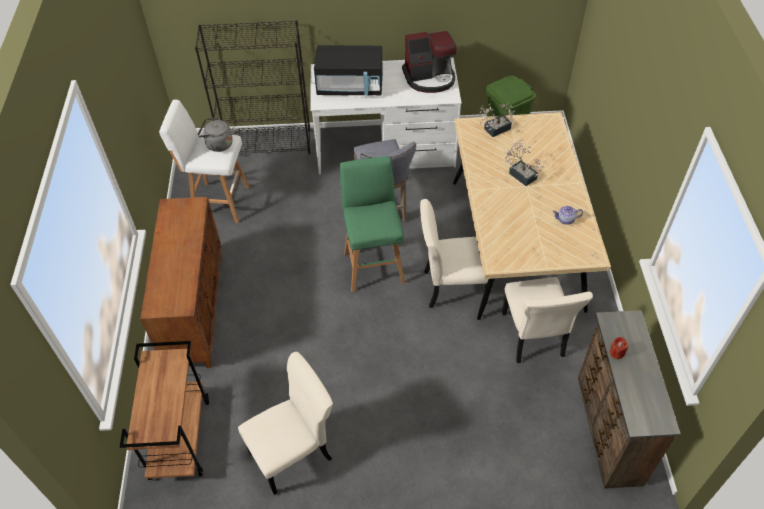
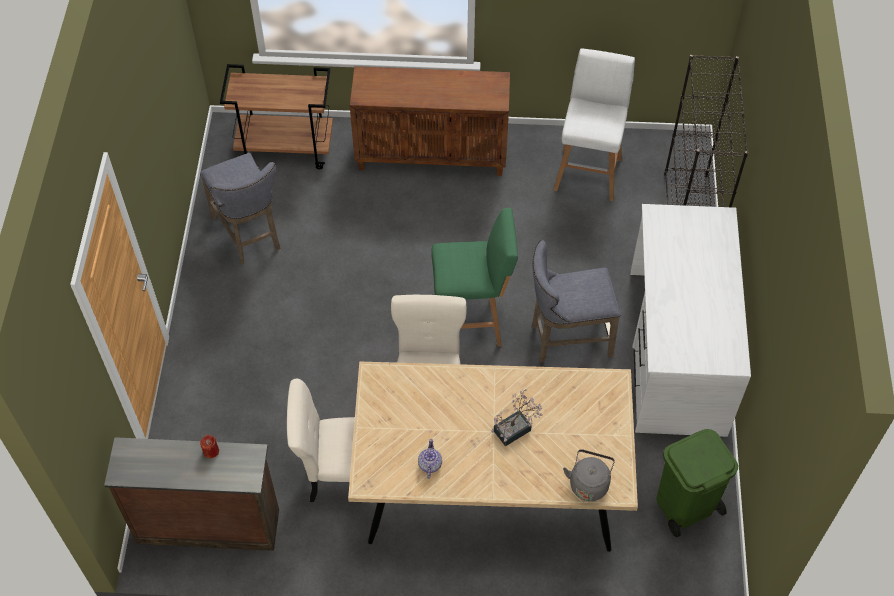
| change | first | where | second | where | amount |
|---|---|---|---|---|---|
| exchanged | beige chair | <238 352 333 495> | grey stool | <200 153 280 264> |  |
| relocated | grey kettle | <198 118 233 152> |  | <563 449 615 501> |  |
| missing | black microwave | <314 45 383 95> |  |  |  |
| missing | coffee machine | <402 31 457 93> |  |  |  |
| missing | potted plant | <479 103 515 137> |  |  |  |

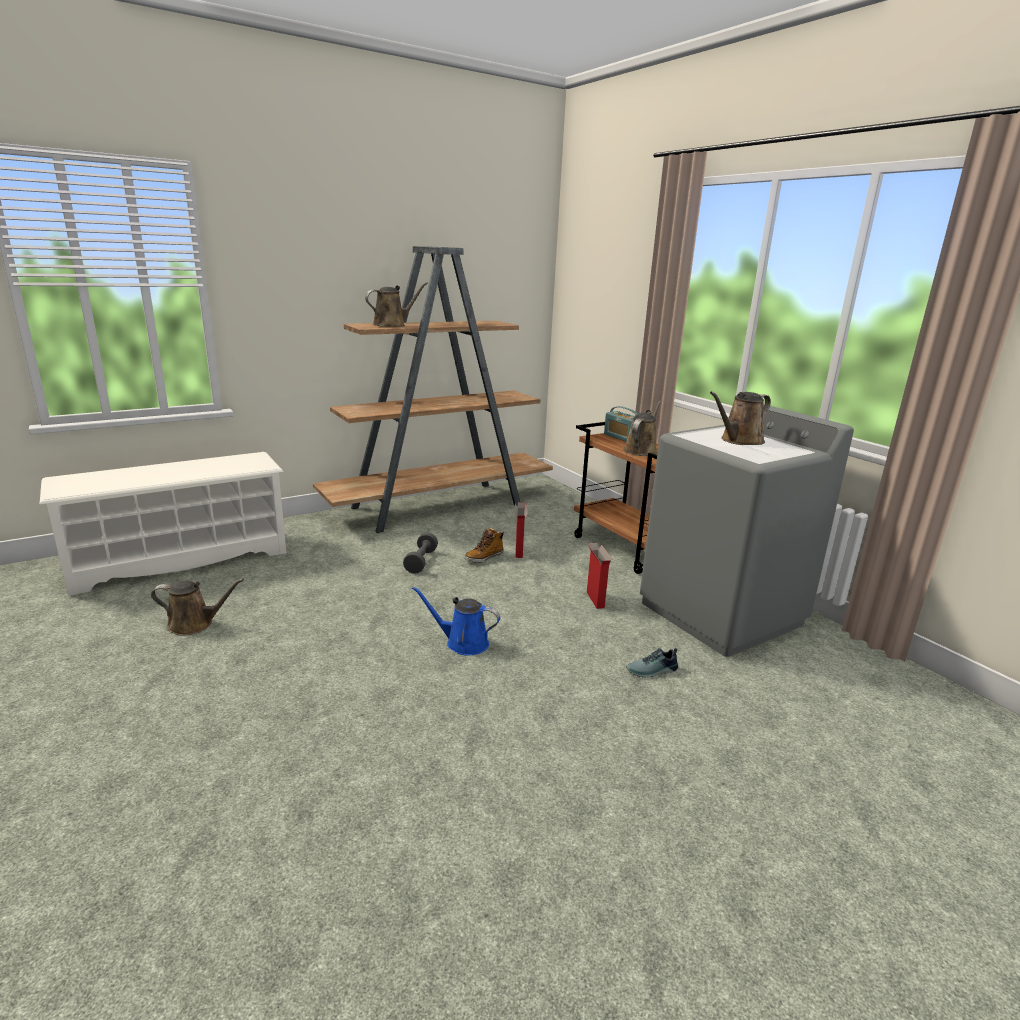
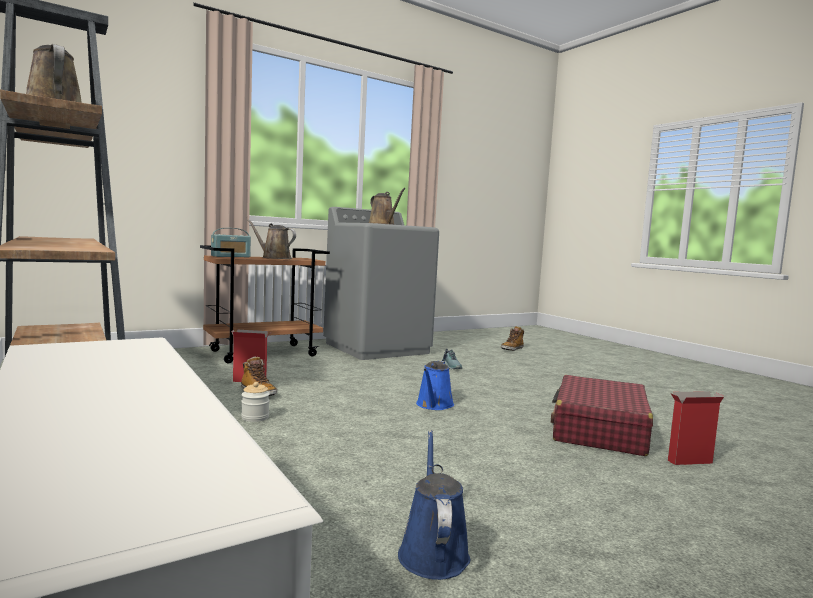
| change | first | where | second | where | amount |
|---|---|---|---|---|---|
| exchanged | grey dumbbell | <403 532 438 574> | jar | <241 382 270 422> |  |
| colour | brown watering can | <151 579 244 636> | blue watering can | <398 430 470 580> |  |
| appeared |  |  | boot | <501 326 524 351> |  |
| appeared |  |  | red suitcase | <551 375 653 456> |  |
| relocated | cardboard box | <587 543 612 609> |  | <668 391 724 465> |  |

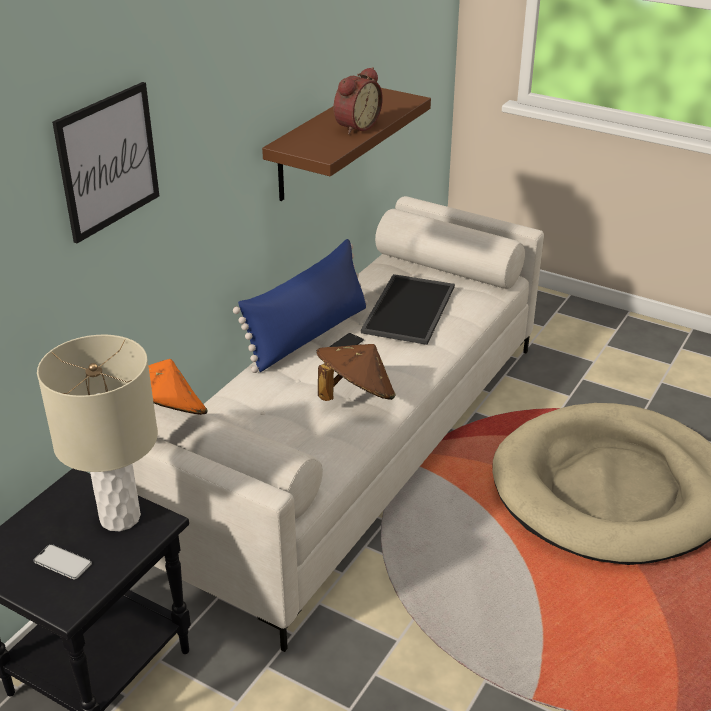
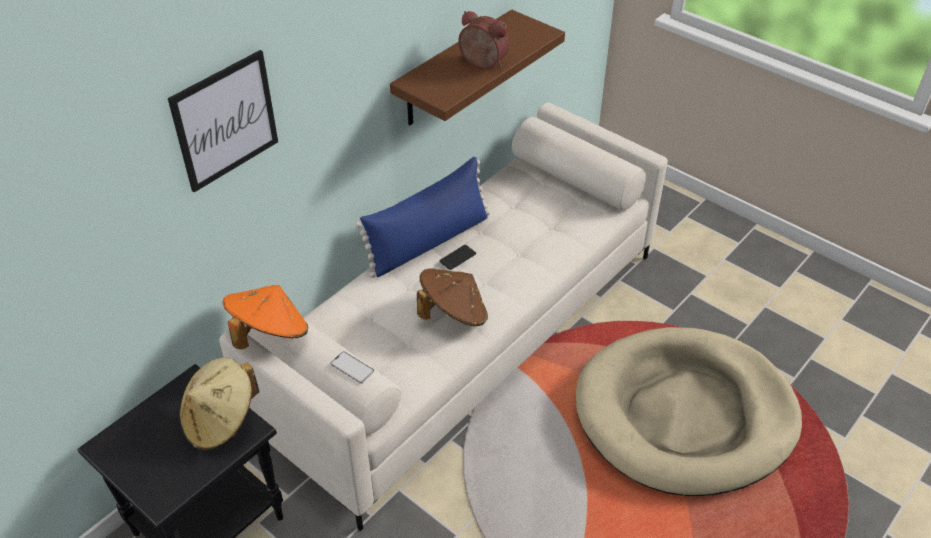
| change | first | where | second | where | amount |
|---|---|---|---|---|---|
| exchanged | beige table lamp | <37 335 158 531> | beige hat | <180 358 259 451> |  |
| relocated | phone | <33 544 92 580> |  | <330 352 374 384> |  |
| spun | alarm clock | <334 67 383 135> |  | <458 11 510 69> | 105 degrees counterclockwise |
| missing | tray | <361 274 455 345> |  |  |  |

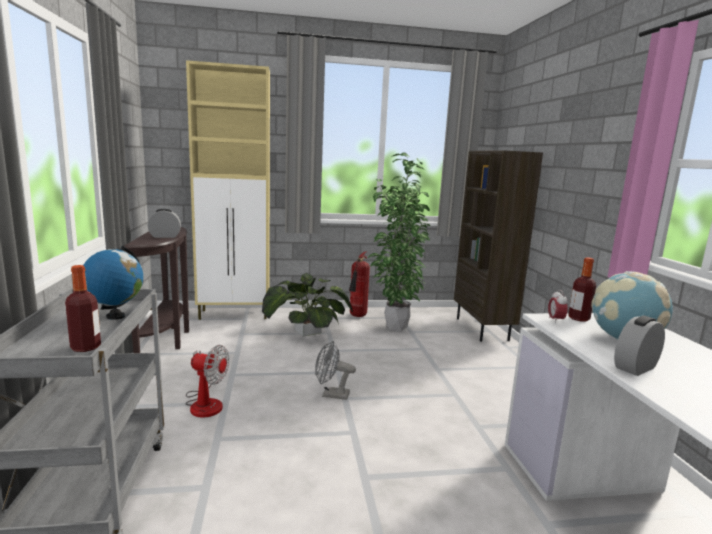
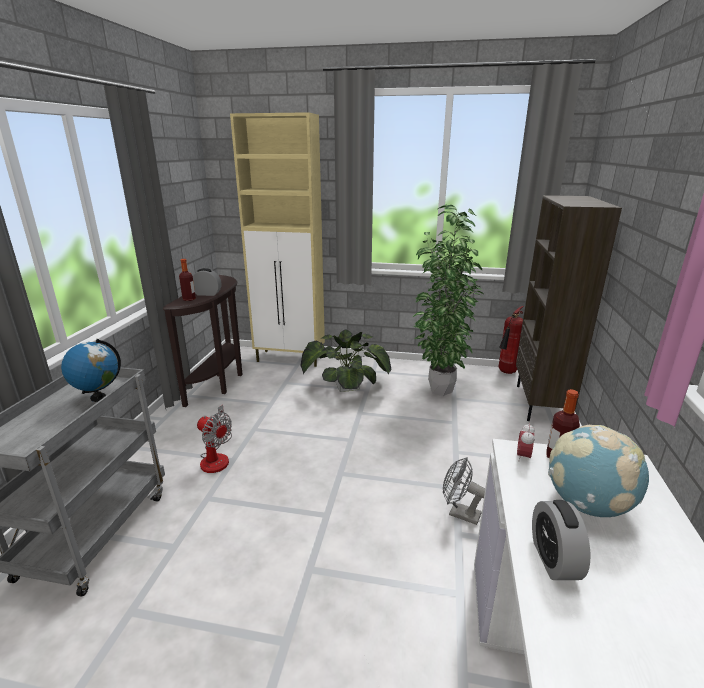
| change | first | where | second | where | amount |
|---|---|---|---|---|---|
| relocated | bottle | <65 265 101 352> |  | <179 259 196 301> |  |
| relocated | grey fan | <315 341 356 400> |  | <443 457 485 525> |  |
| relocated | fire extinguisher | <349 251 370 317> |  | <499 306 524 374> |  |
| spun | alarm clock | <614 316 665 376> |  | <532 500 590 580> | 75 degrees counterclockwise |

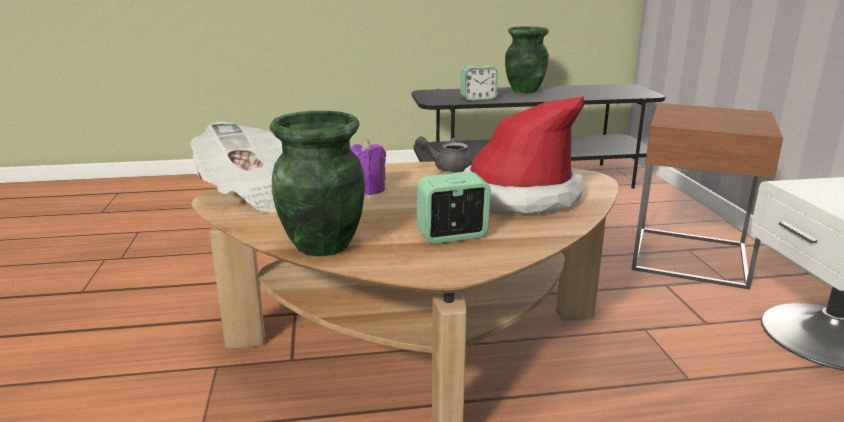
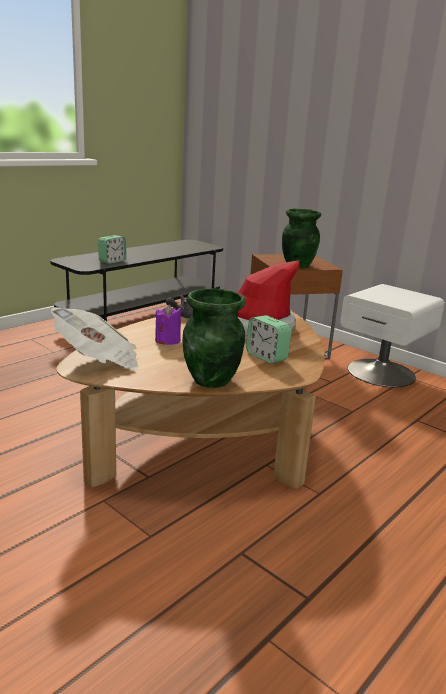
| change | first | where | second | where | amount |
|---|---|---|---|---|---|
| spun | alarm clock | <417 172 491 244> |  | <246 315 292 364> | 75 degrees counterclockwise |
| relocated | green vase | <505 26 549 93> |  | <282 209 321 268> |  |

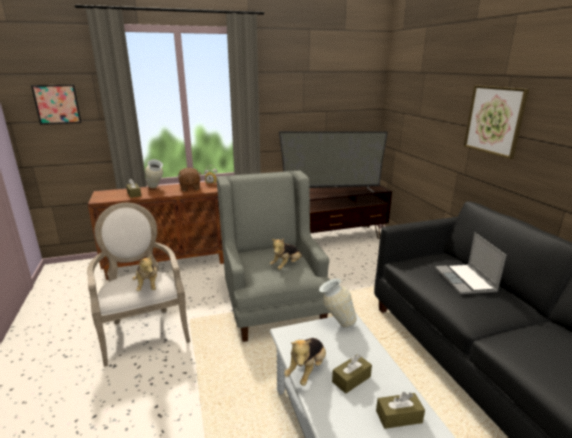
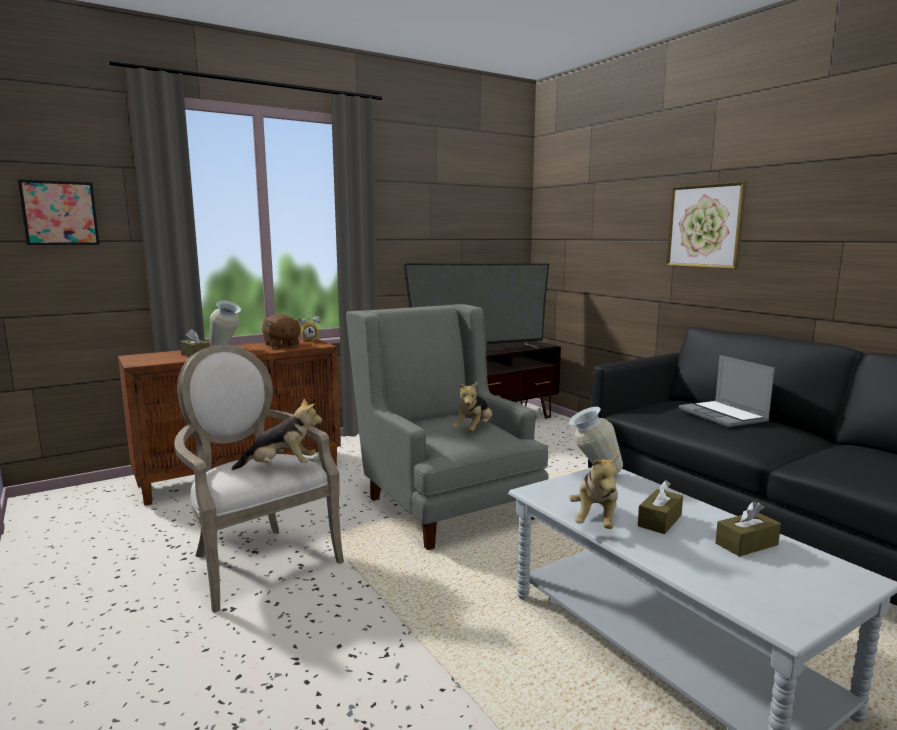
| change | first | where | second | where | amount |
|---|---|---|---|---|---|
| spun | plush toy | <132 254 157 292> |  | <231 398 322 470> | 60 degrees counterclockwise |

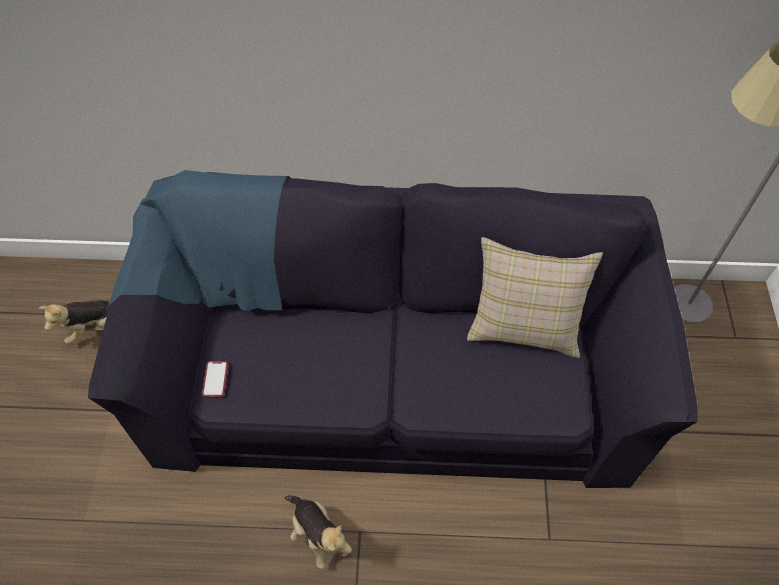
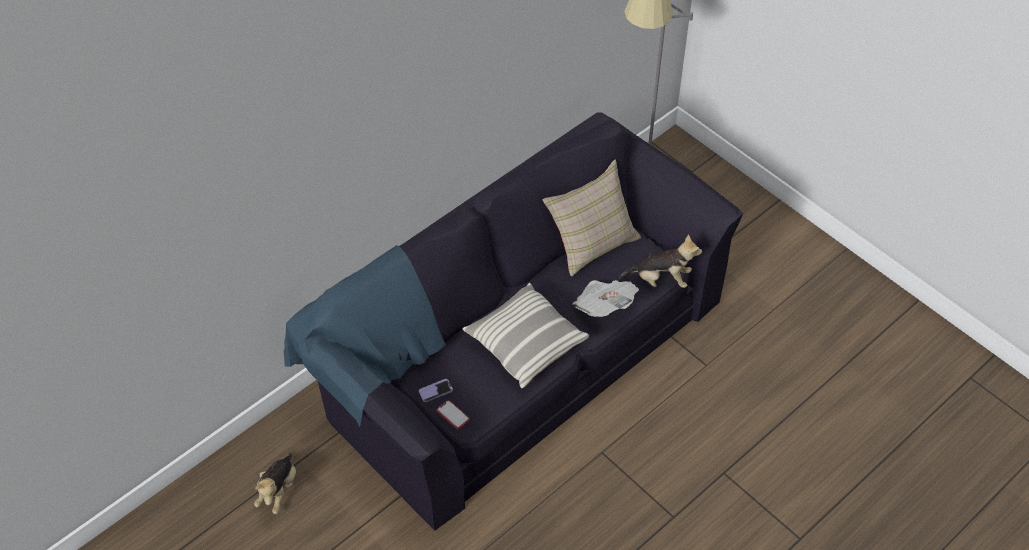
| change | first | where | second | where | amount |
|---|---|---|---|---|---|
| appeared |  |  | phone | <419 379 453 402> |  |
| appeared |  |  | pillow | <463 283 589 388> |  |
| appeared |  |  | newspaper | <572 280 639 317> |  |
| relocated | plush toy | <285 496 352 569> |  | <619 234 702 288> |  |

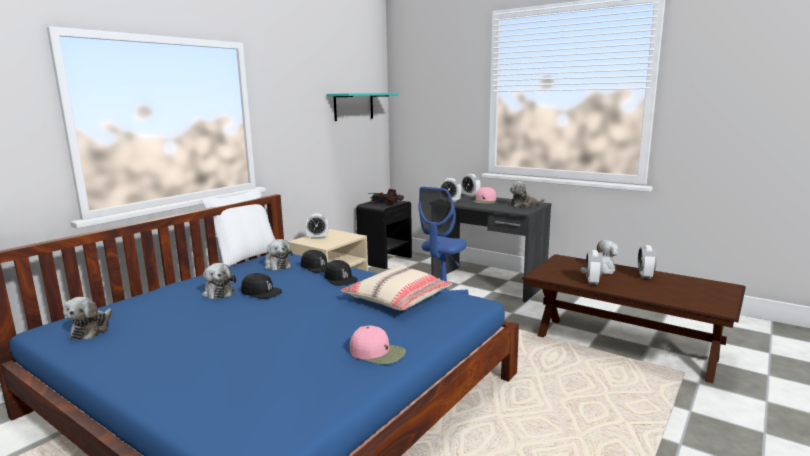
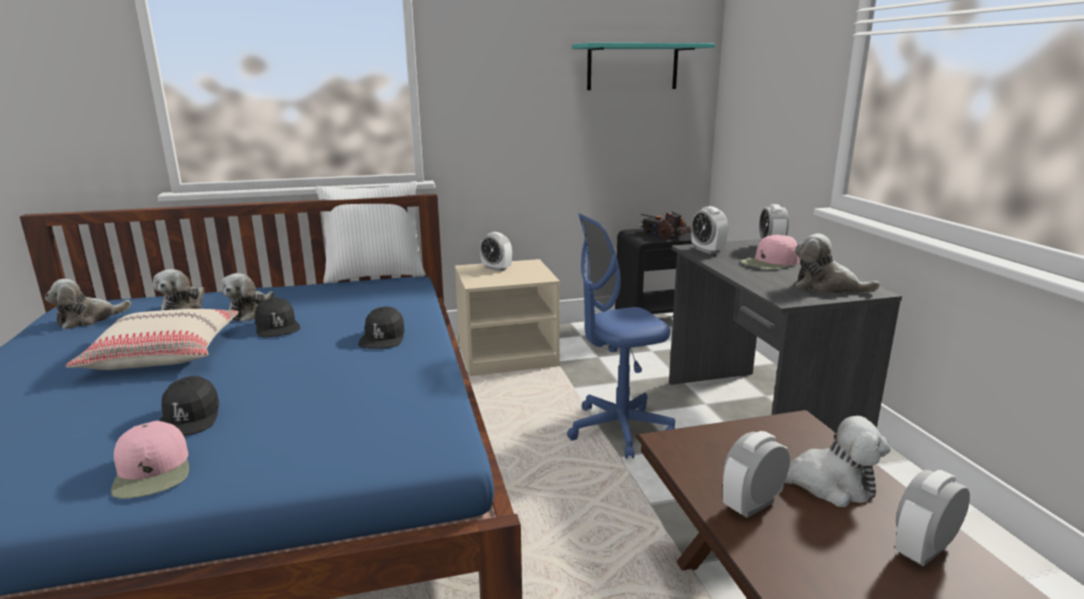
| change | first | where | second | where | amount |
|---|---|---|---|---|---|
| relocated | beige pillow | <341 267 452 311> |  | <65 309 239 370> |  |
| relocated | plush toy | <265 239 293 270> |  | <153 269 204 310> |  |
| relocated | black cap | <301 250 327 273> |  | <159 376 219 436> |  |

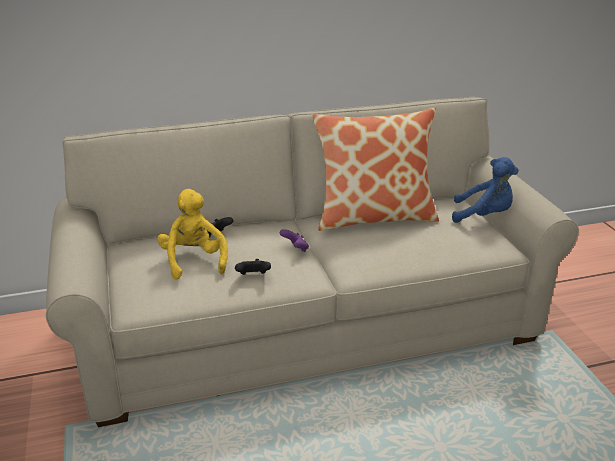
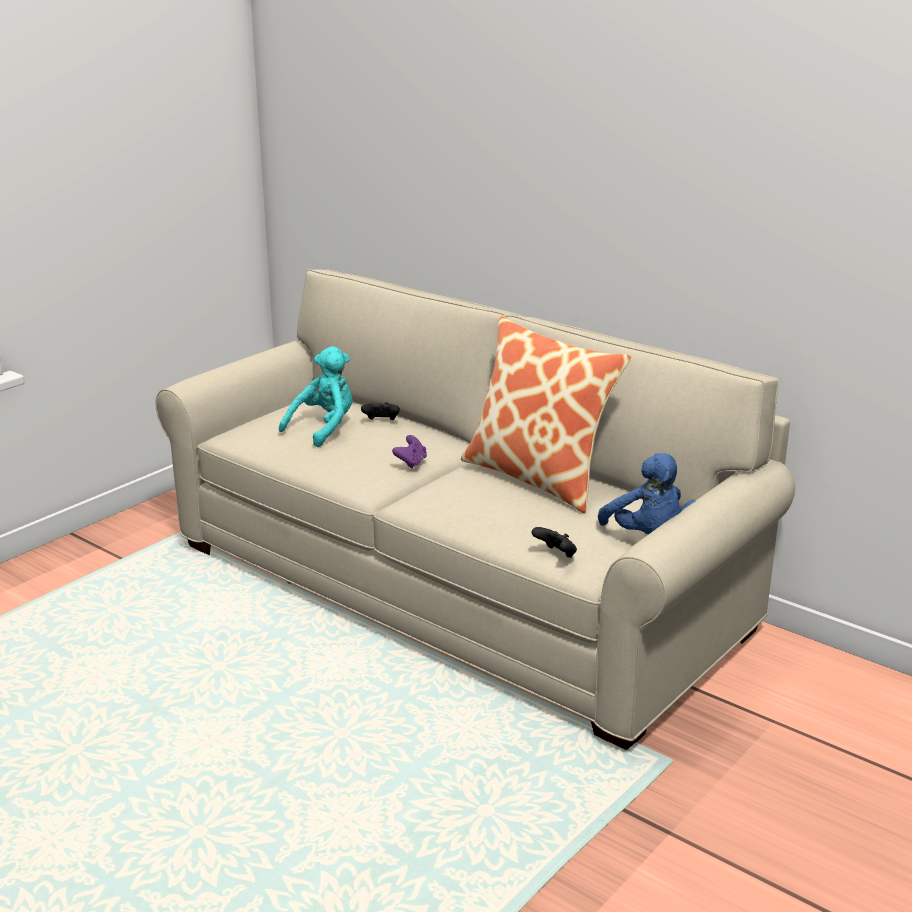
| change | first | where | second | where | amount |
|---|---|---|---|---|---|
| colour | yellow plush toy | <157 189 228 280> | turquoise plush toy | <279 346 353 447> |  |
| relocated | black game controller | <235 259 271 275> |  | <532 527 577 558> |  |

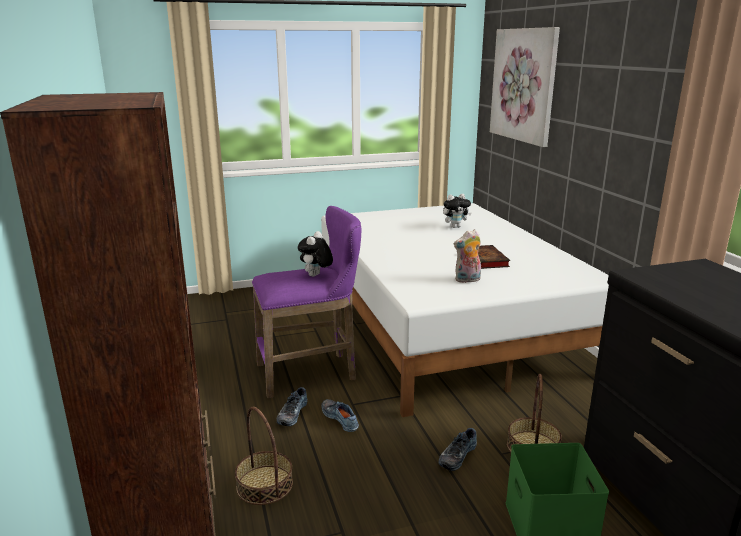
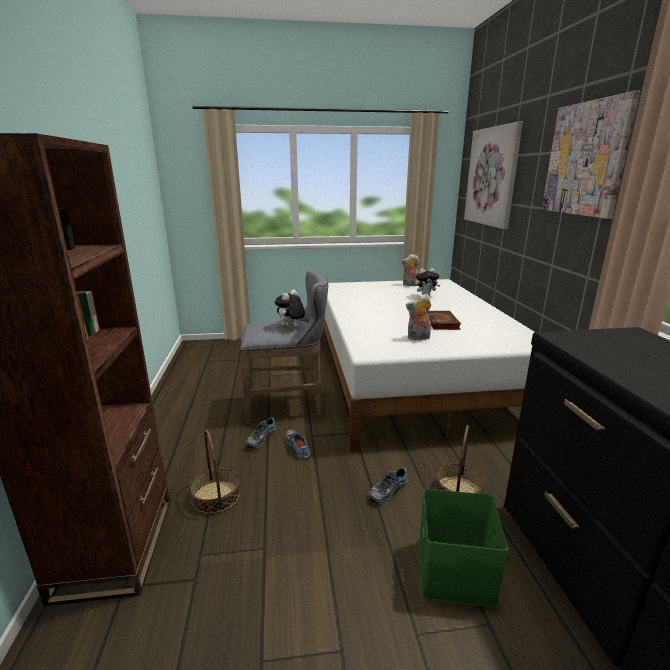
| change | first | where | second | where | amount |
|---|---|---|---|---|---|
| colour | purple stool | <252 206 361 398> | grey stool | <240 270 328 424> |  |
| appeared |  |  | plush toy | <401 254 419 286> |  |
| appeared |  |  | picture | <542 91 641 219> |  |

